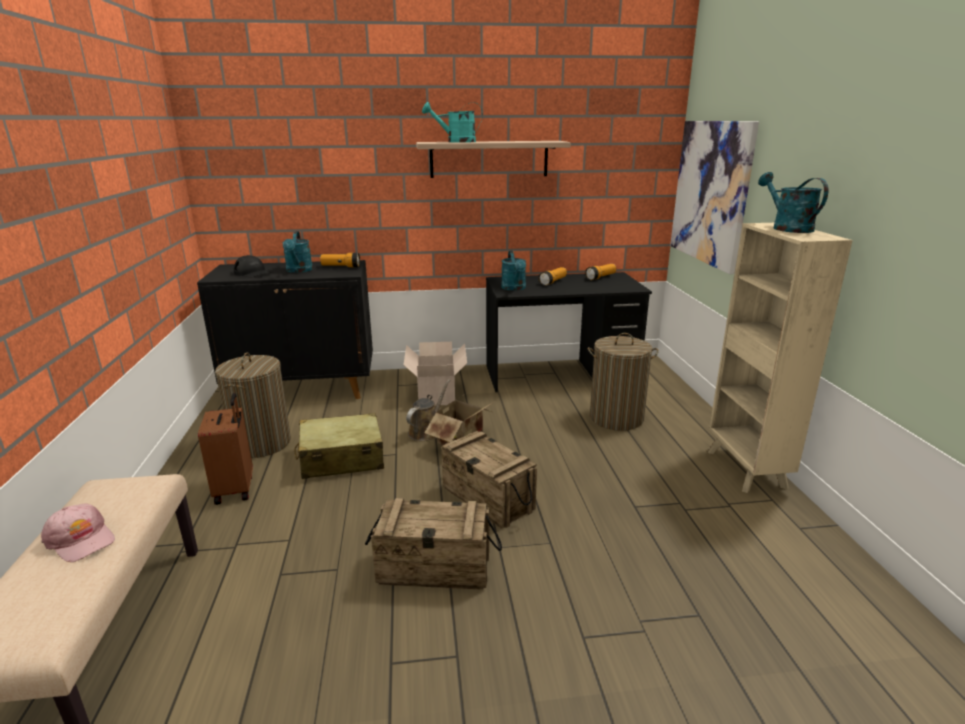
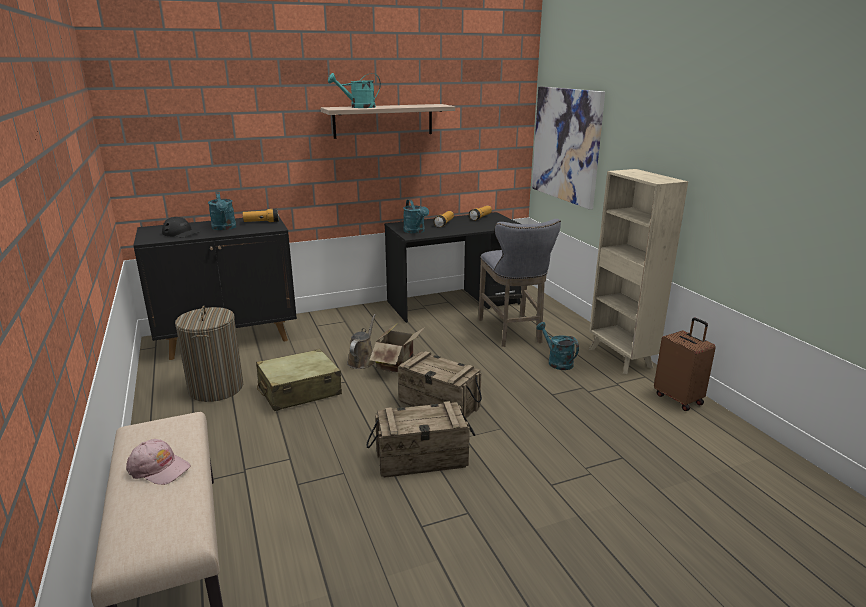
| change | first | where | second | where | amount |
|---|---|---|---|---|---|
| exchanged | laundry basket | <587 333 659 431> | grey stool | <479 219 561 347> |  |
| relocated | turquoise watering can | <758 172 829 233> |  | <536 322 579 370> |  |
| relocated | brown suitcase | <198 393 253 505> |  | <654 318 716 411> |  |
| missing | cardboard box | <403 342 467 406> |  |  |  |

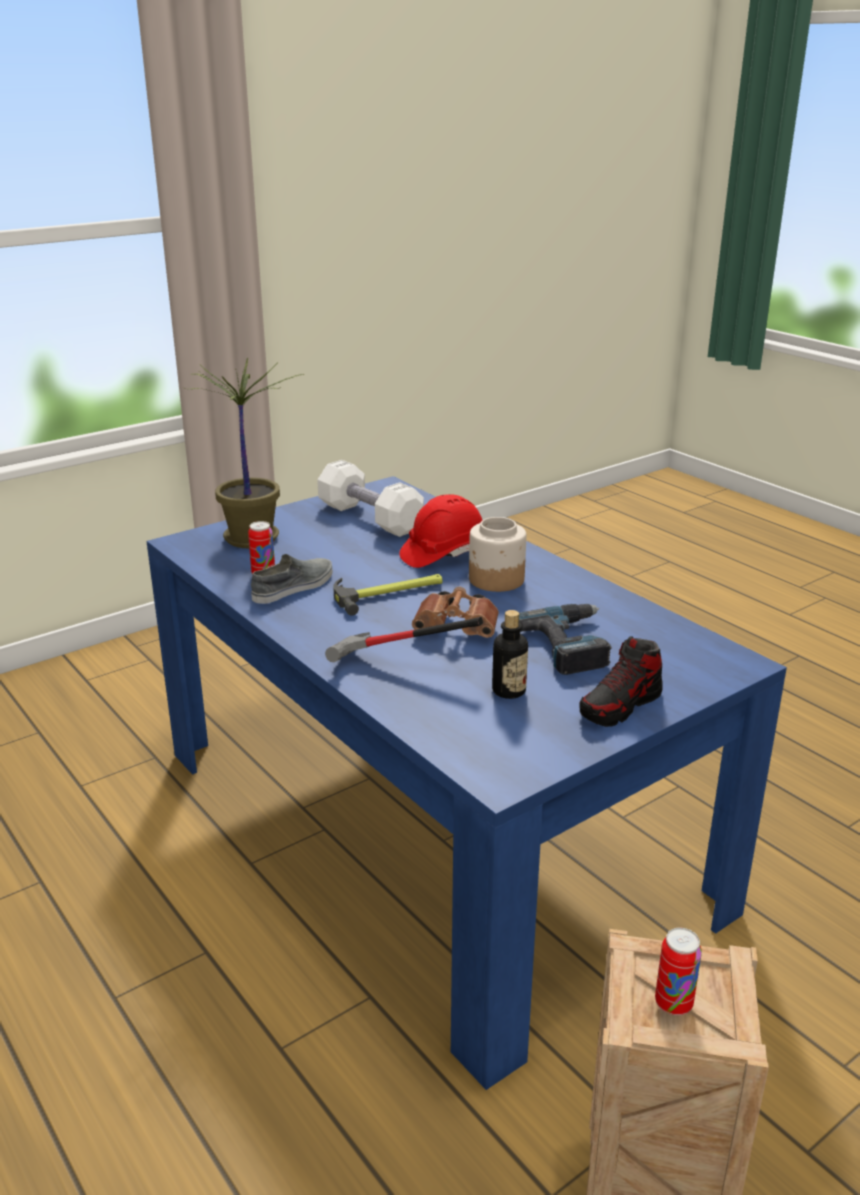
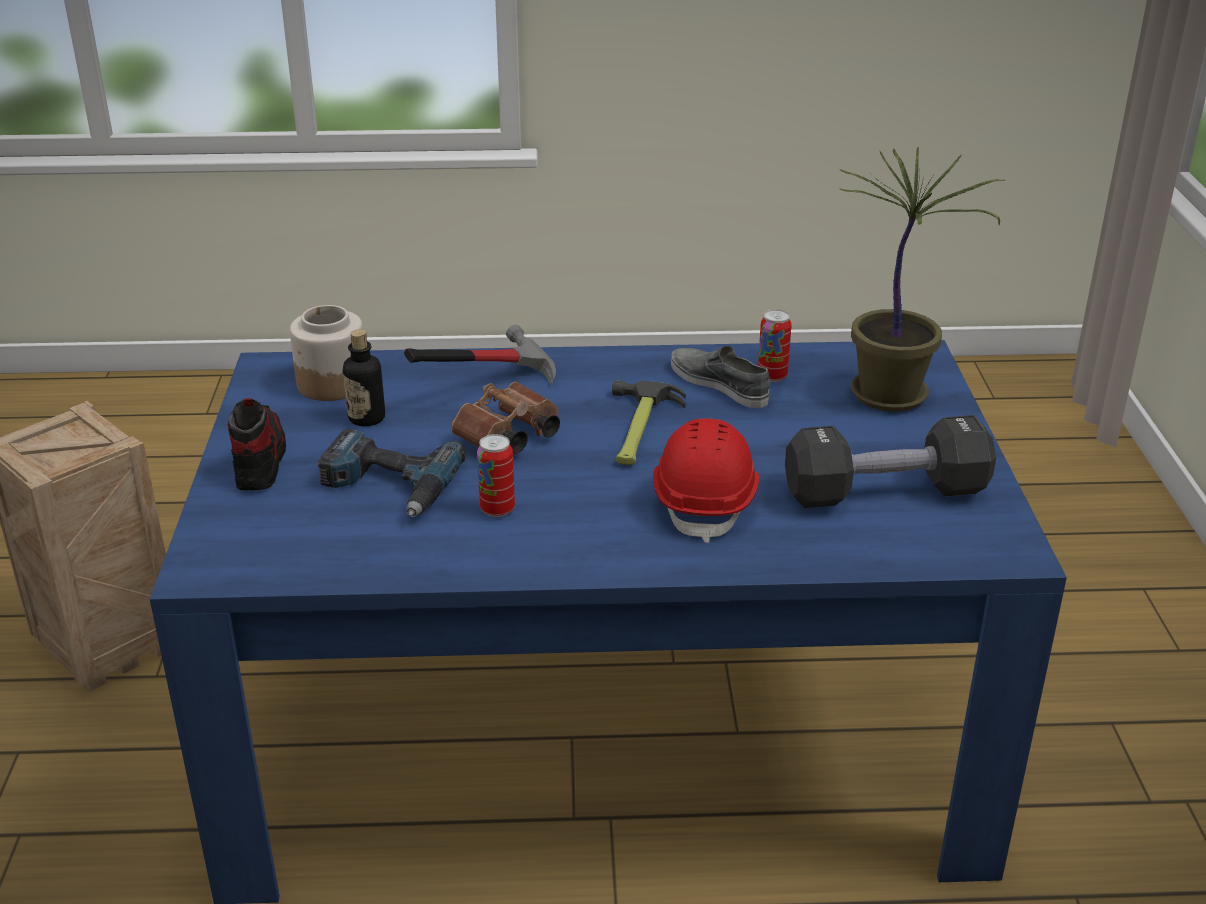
| change | first | where | second | where | amount |
|---|---|---|---|---|---|
| relocated | jar | <469 517 526 592> |  | <290 305 363 401> |  |
| relocated | can | <655 928 702 1015> |  | <477 434 515 517> |  |
| spun | grey shoe | <251 554 332 604> |  | <671 346 771 408> | 150 degrees clockwise |
| colour | white dumbbell | <317 460 424 537> | black dumbbell | <785 415 996 508> |  |

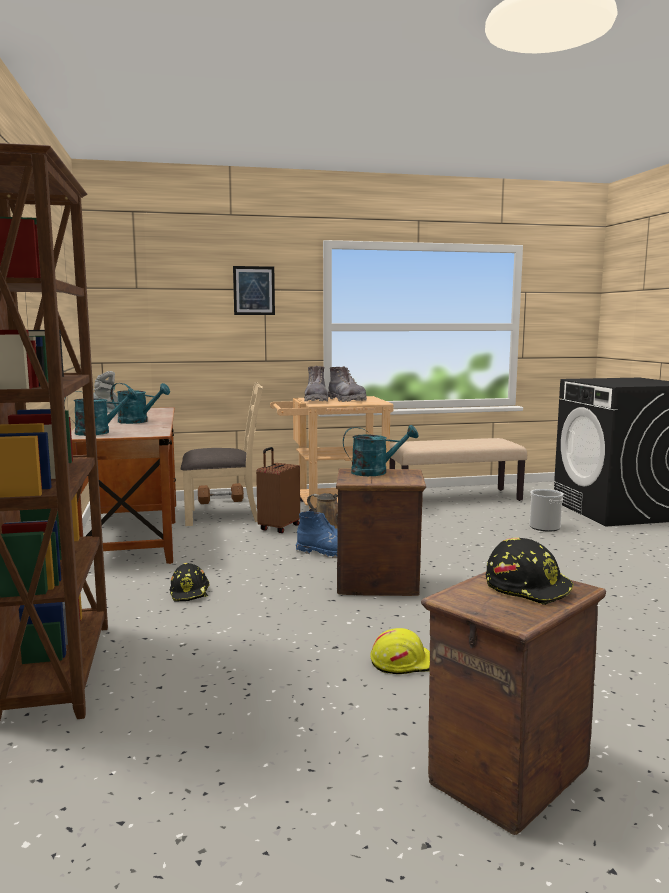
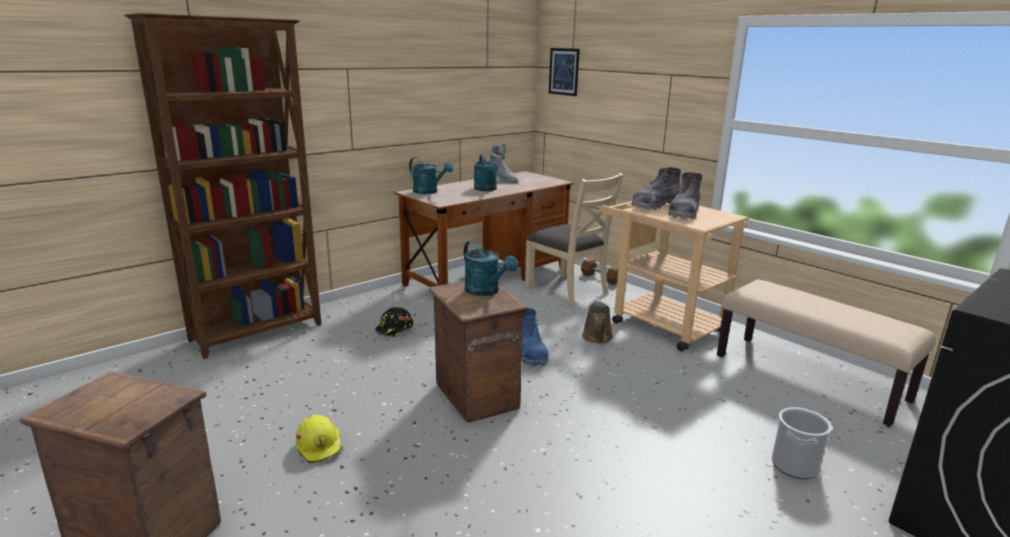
| change | first | where | second | where | amount |
|---|---|---|---|---|---|
| relocated | picture | <233 266 275 315> |  | <549 48 580 96> |  |
| missing | brown suitcase | <256 447 300 533> |  |  |  |
| missing | black hard hat | <486 538 574 605> |  |  |  |

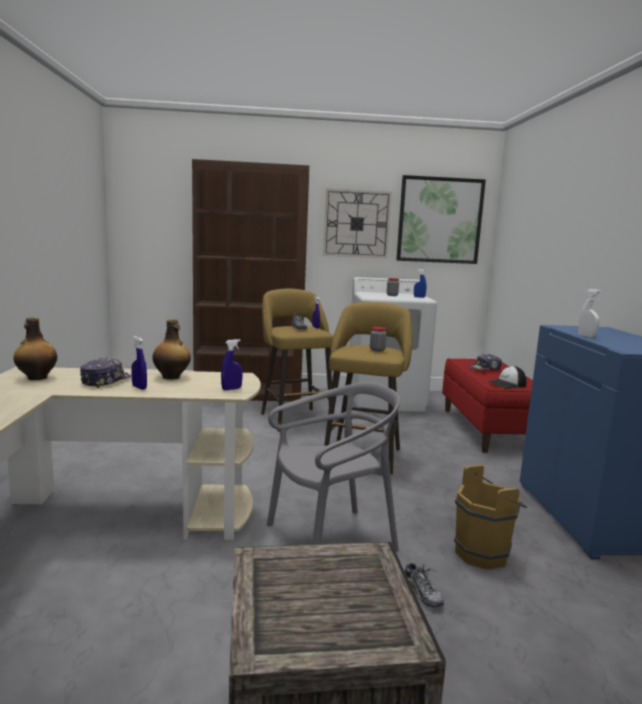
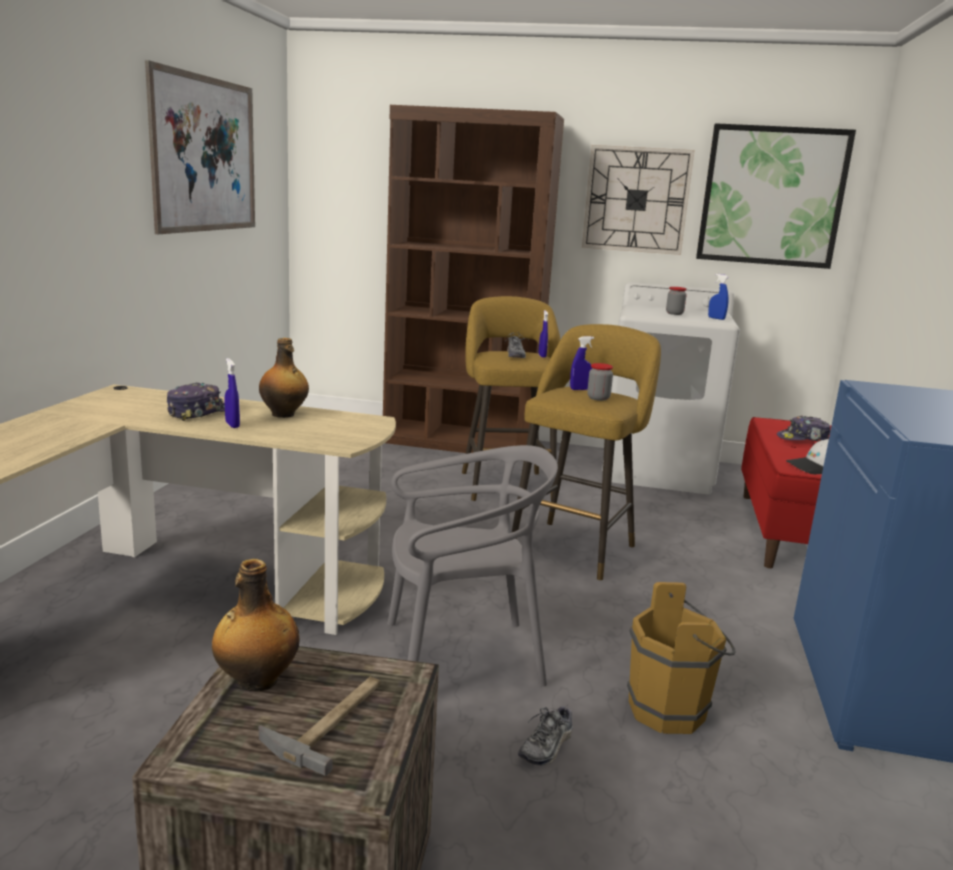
| change | first | where | second | where | amount |
|---|---|---|---|---|---|
| appeared |  |  | picture | <145 60 255 234> |  |
| relocated | bottle | <13 317 57 380> |  | <212 559 300 691> |  |
| appeared |  |  | hammer | <259 677 380 776> |  |
| spun | shoe | <405 560 444 608> |  | <518 706 573 766> | 45 degrees clockwise |
| relocated | blue spray bottle | <221 339 243 390> |  | <570 336 594 390> |  |
| missing | white spray bottle | <578 289 602 338> |  |  |  |

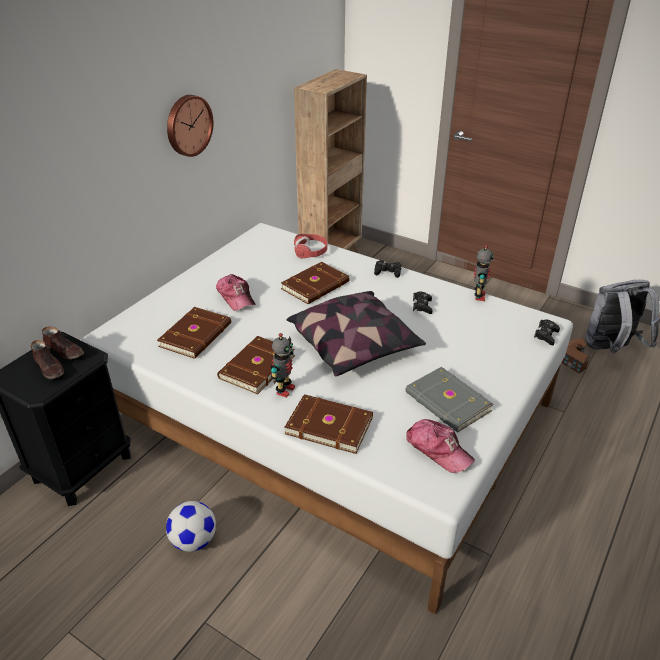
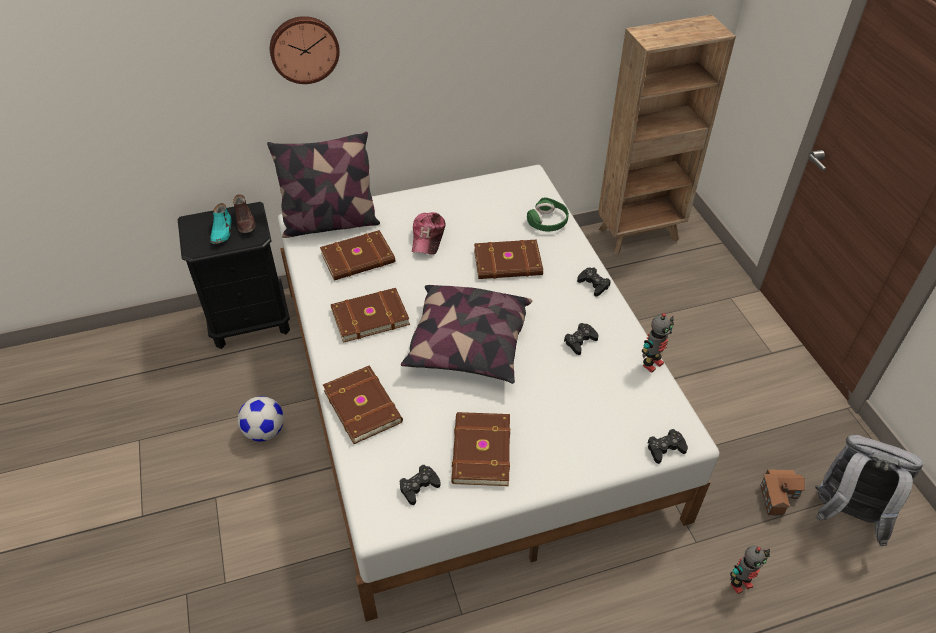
| change | first | where | second | where | amount |
|---|---|---|---|---|---|
| colour | brown shoe | <31 340 64 379> | turquoise shoe | <210 203 232 244> |  |
| appeared |  |  | pillow | <267 132 380 238> |  |
| relocated | wall clock | <167 95 213 157> |  | <270 16 340 84> |  |
| exchanged | cap | <406 419 475 473> | black game controller | <400 465 441 505> |  |
| colour | grey book | <405 367 494 433> | brown book | <451 412 510 486> |  |
| colour | red headphones | <294 234 328 258> | green headphones | <527 197 569 232> |  |
| relocated | toy robot | <271 333 295 398> |  | <730 546 770 594> |  |

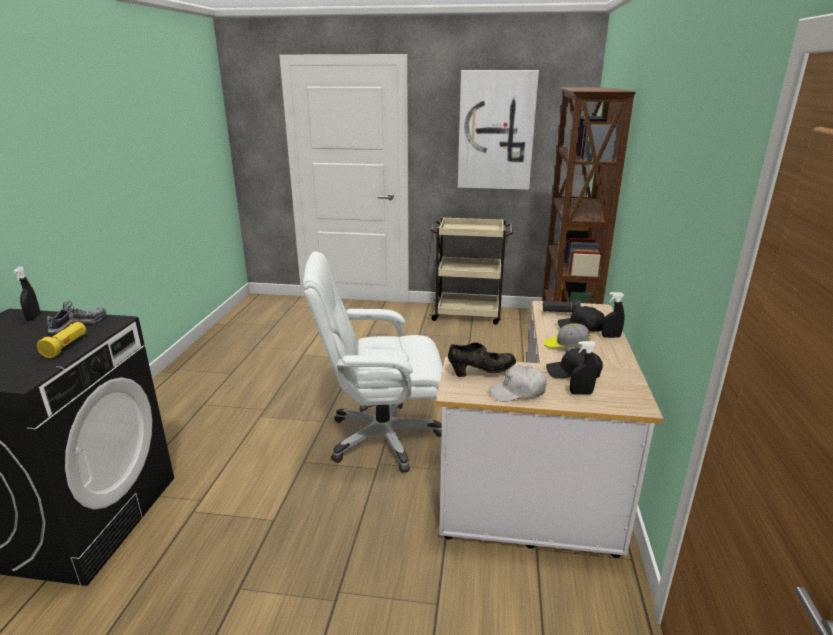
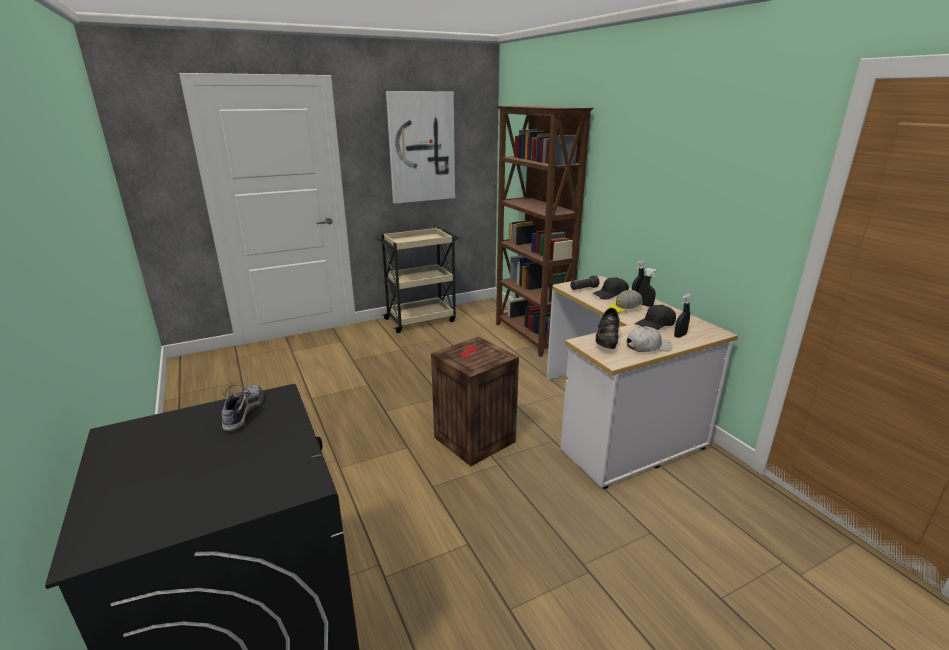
| change | first | where | second | where | amount |
|---|---|---|---|---|---|
| exchanged | white office chair | <303 251 443 473> | crate | <431 337 519 466> |  |
| spun | black shoe | <448 342 516 377> |  | <596 308 619 349> | 150 degrees clockwise |
| spun | white cap | <488 365 547 402> |  | <627 326 672 352> | 150 degrees counterclockwise |
| relocated | black spray bottle | <14 267 40 321> |  | <639 268 657 307> |  |
| missing | yellow flashlight | <37 322 86 358> |  |  |  |

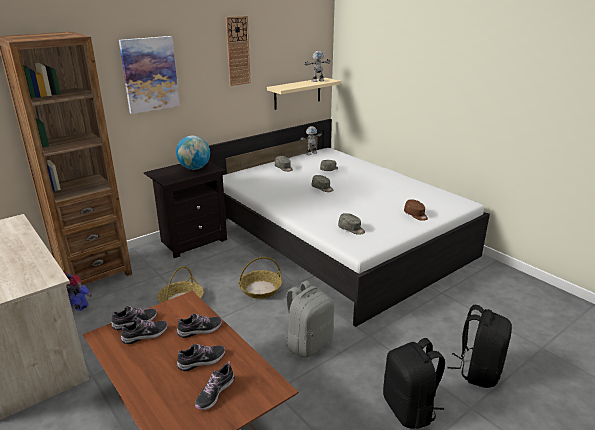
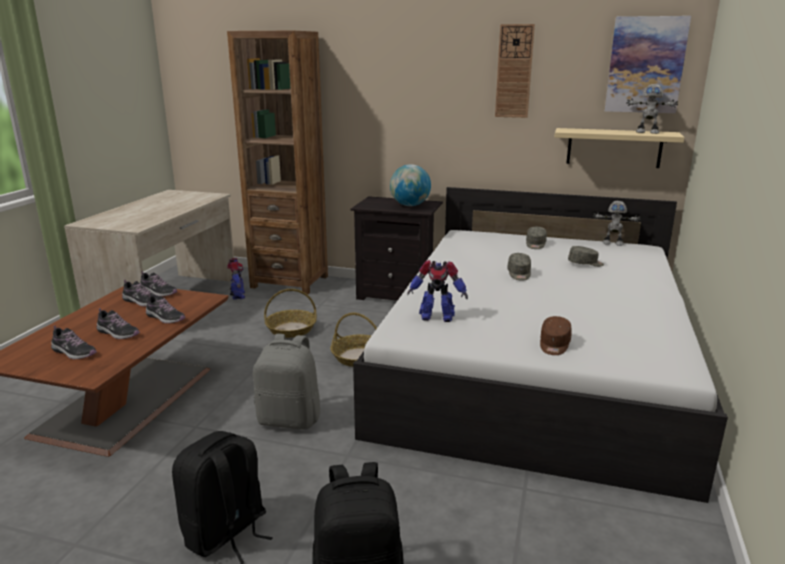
| change | first | where | second | where | amount |
|---|---|---|---|---|---|
| spun | shoe | <195 361 234 410> |  | <51 326 97 359> | 150 degrees counterclockwise |
| exchanged | grey cap | <338 213 365 235> | toy robot | <407 260 468 322> |  |
| relocated | picture | <119 36 180 114> |  | <605 16 691 113> |  |

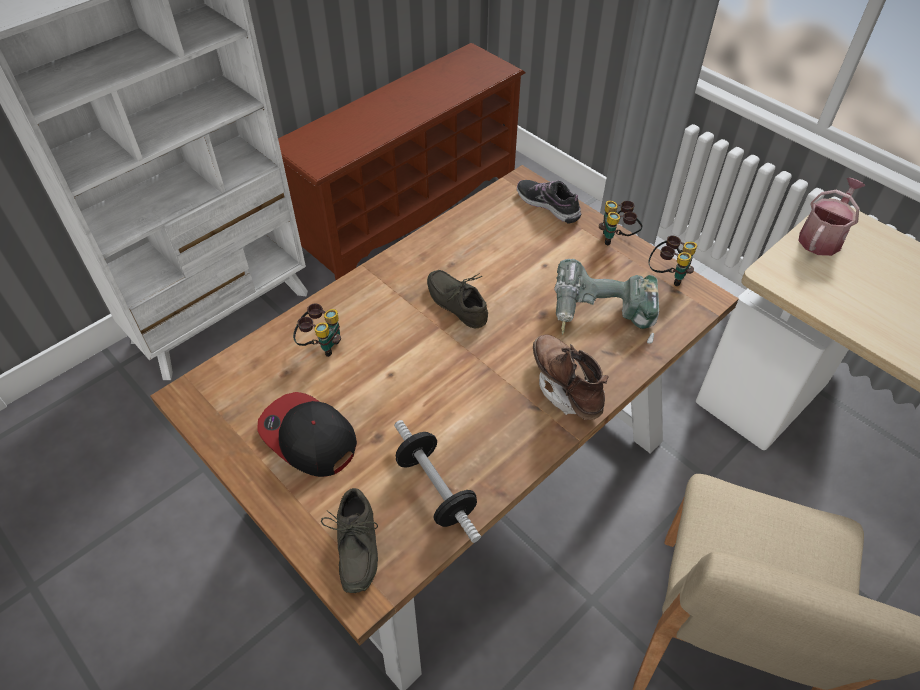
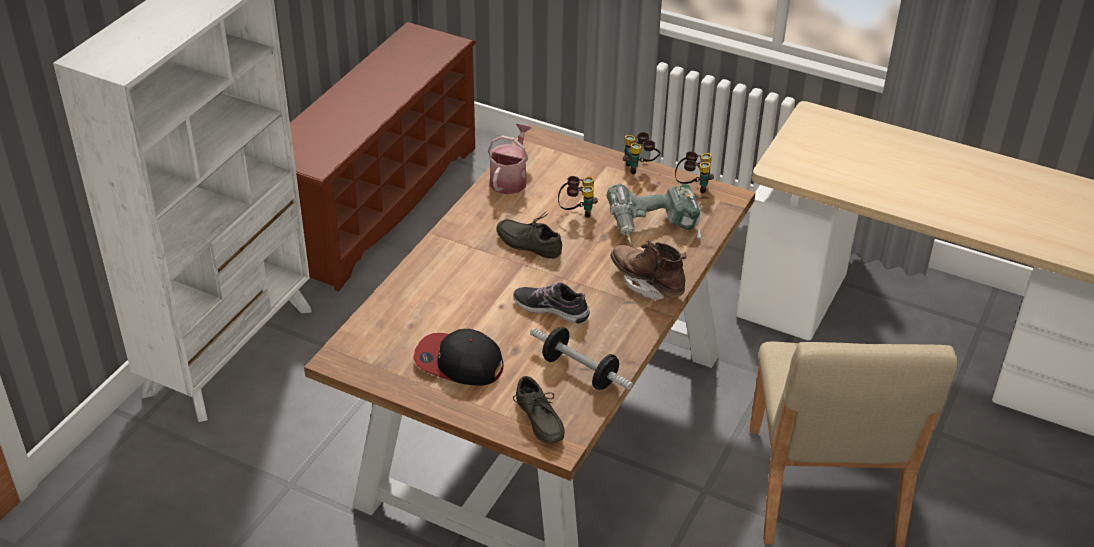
| change | first | where | second | where | amount |
|---|---|---|---|---|---|
| relocated | watering can | <798 178 866 256> |  | <488 123 532 194> |  |
| relocated | shoe | <517 180 581 223> |  | <513 282 590 324> |  |
| relocated | binoculars | <293 304 341 357> |  | <558 176 598 218> |  |

